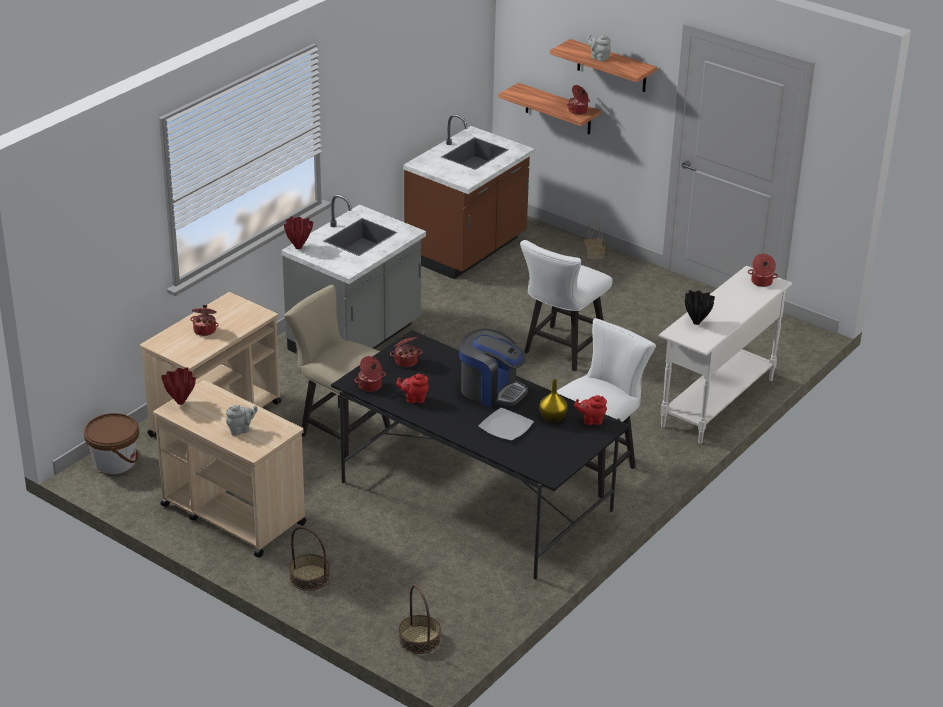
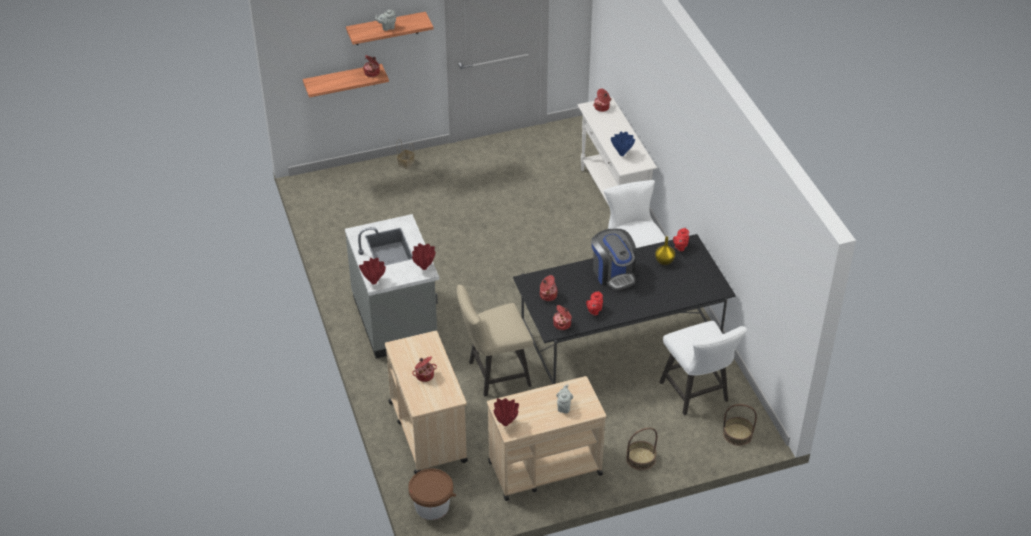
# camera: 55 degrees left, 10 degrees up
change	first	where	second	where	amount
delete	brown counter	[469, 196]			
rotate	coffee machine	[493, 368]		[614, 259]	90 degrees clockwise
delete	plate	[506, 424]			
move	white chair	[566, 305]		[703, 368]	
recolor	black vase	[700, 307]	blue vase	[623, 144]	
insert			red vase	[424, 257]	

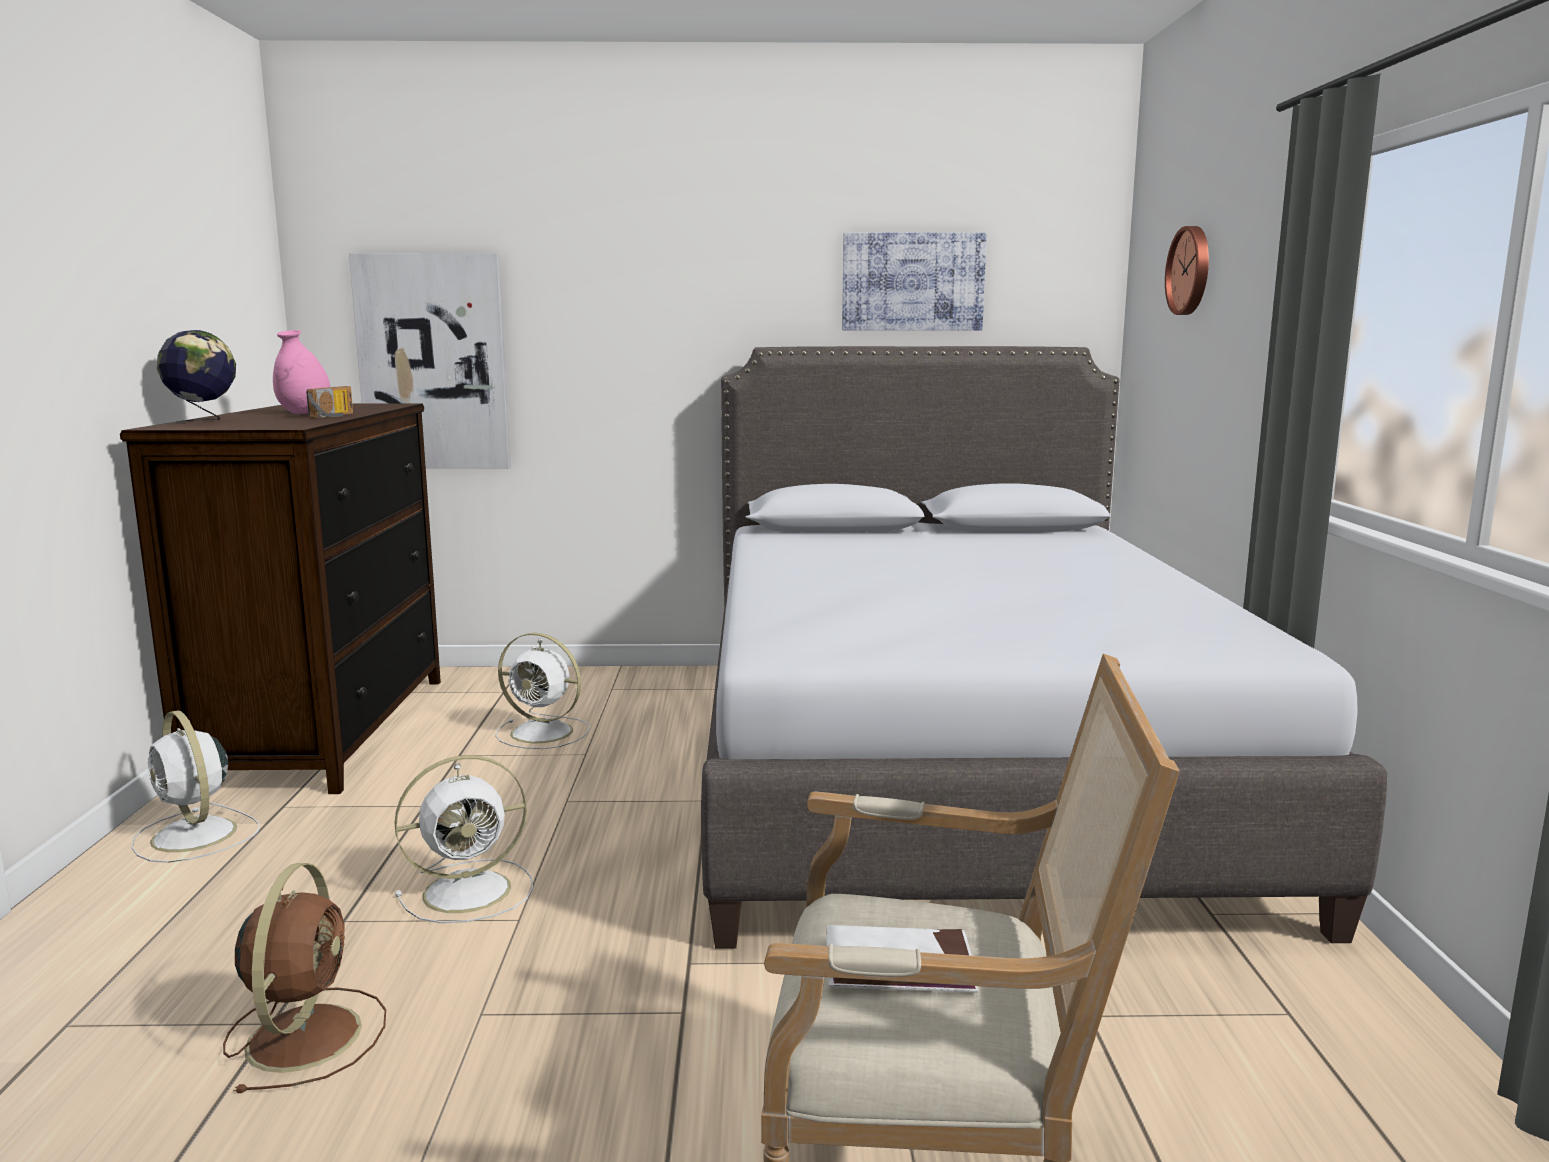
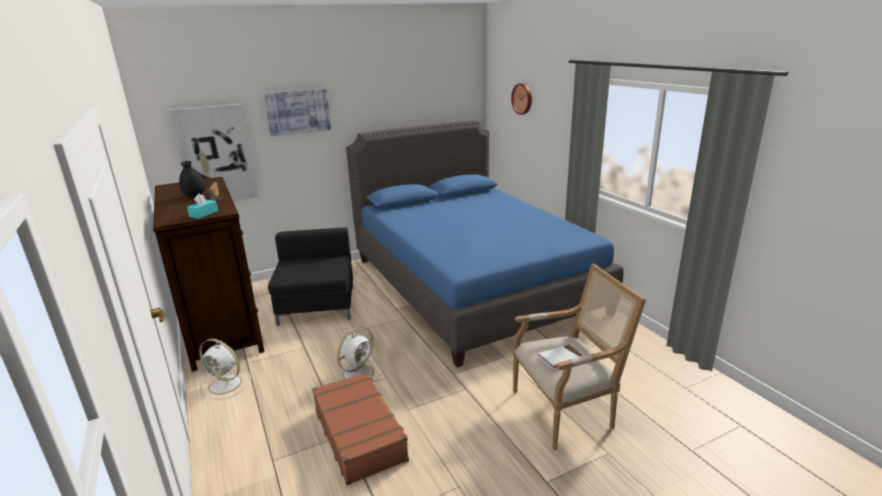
# camera: 25 degrees left, 10 degrees up
change	first	where	second	where	amount
delete	globe	[196, 377]			
replace	brown fan	[304, 978]	brown suitcase	[360, 428]	
recolor	pink vase	[301, 372]	black vase	[192, 179]	
replace	white fan	[543, 691]	black armchair	[310, 277]	
recolor	grey bed	[1044, 647]	blue bed	[485, 243]	
move	picture	[914, 282]		[297, 112]	
insert			turquoise tissue box	[202, 206]	

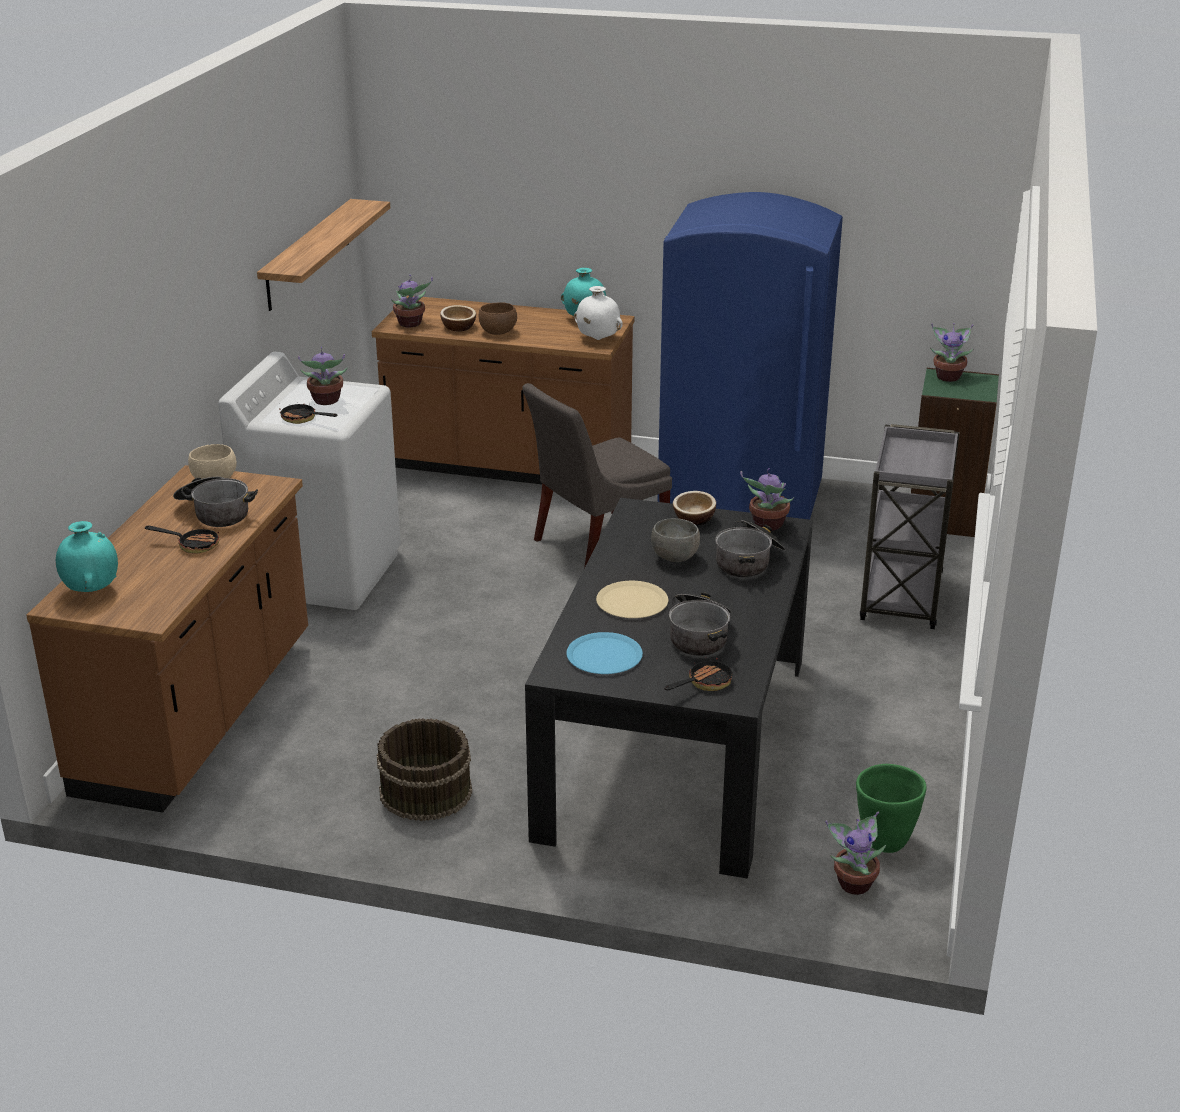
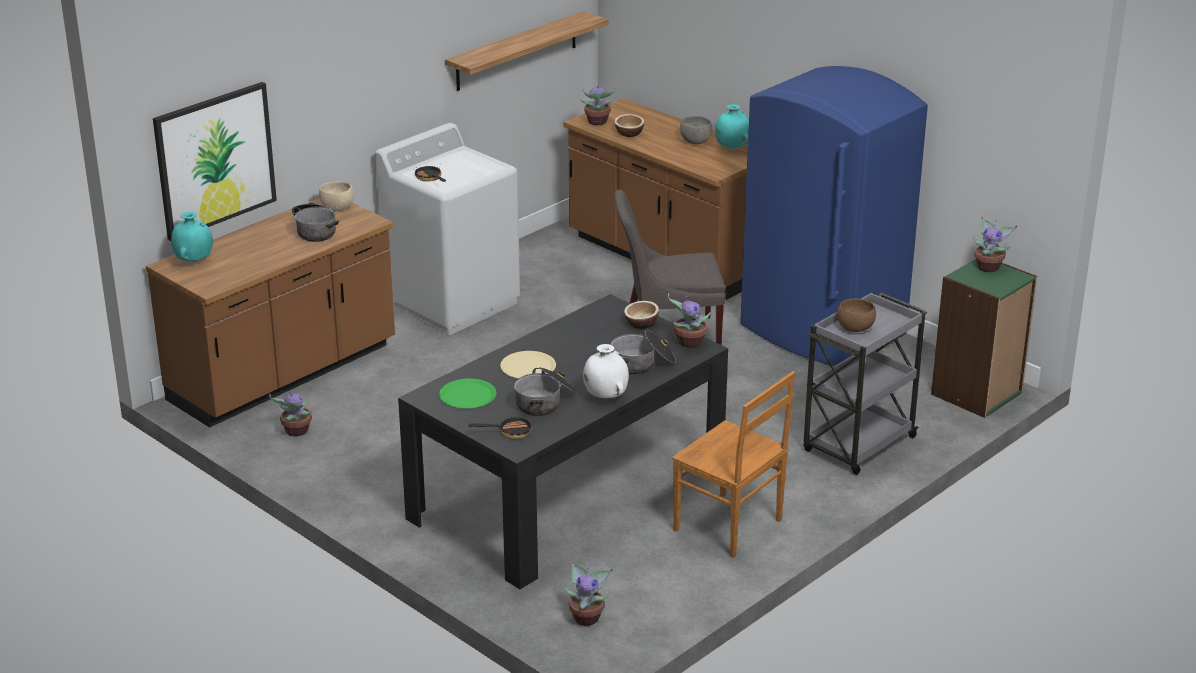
# camera: 30 degrees right, 0 degrees up
change	first	where	second	where	amount
delete	frying pan	[182, 539]			
move	potted plant	[323, 375]		[290, 413]	
delete	brown bucket	[424, 769]			
move	brown bowl	[498, 318]		[856, 315]	
recolor	blue plate	[604, 653]	green plate	[467, 394]	
move	white vase	[598, 313]		[606, 371]	
move	grey bowl	[675, 540]		[696, 130]	
delete	green planter	[891, 808]			
insert			picture	[215, 161]	
insert			brown chair	[733, 464]	

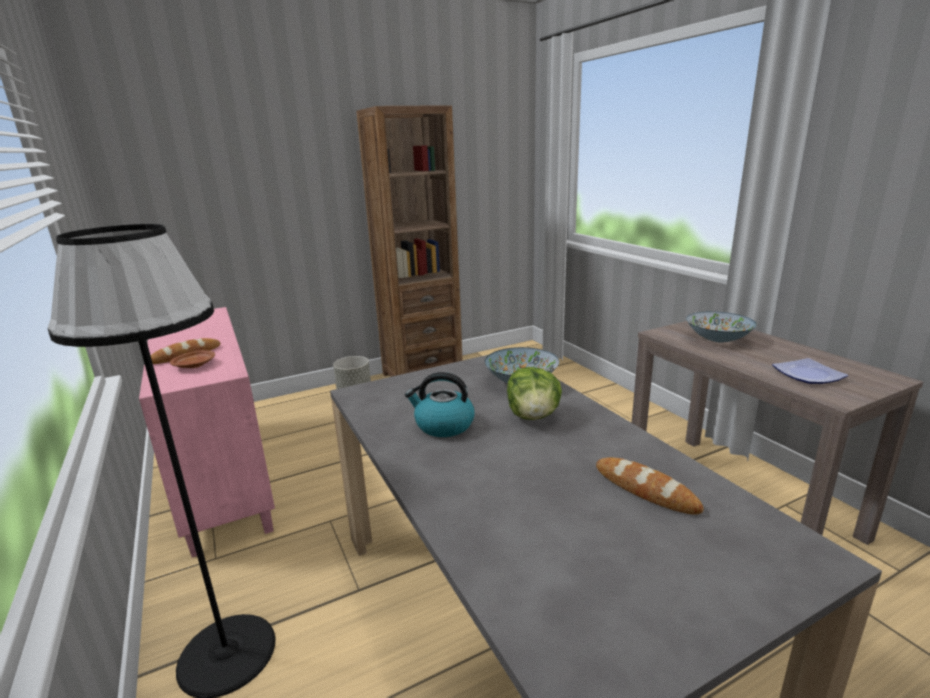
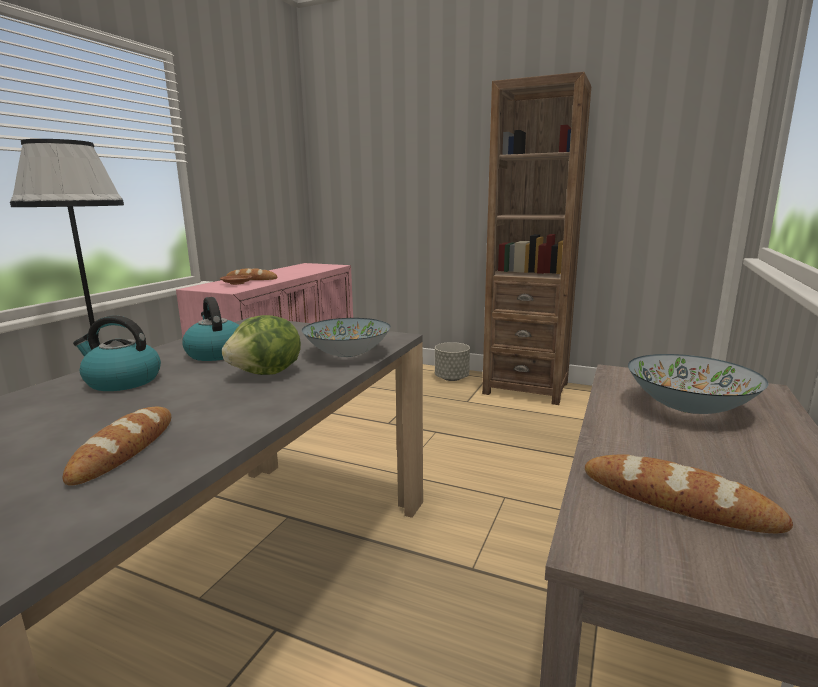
# camera: 50 degrees right, 5 degrees down
change	first	where	second	where	amount
replace	plate	[810, 371]	bread	[689, 493]	
insert			kettle	[117, 353]	

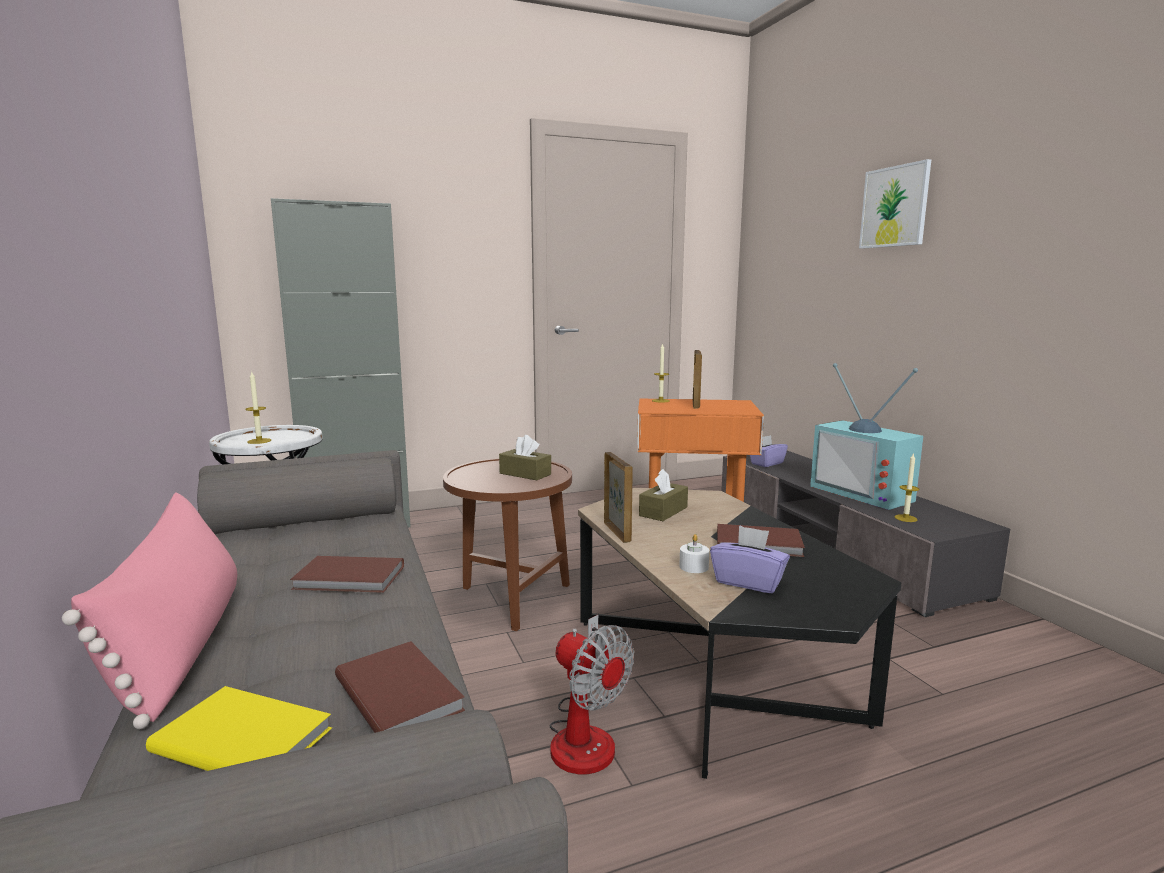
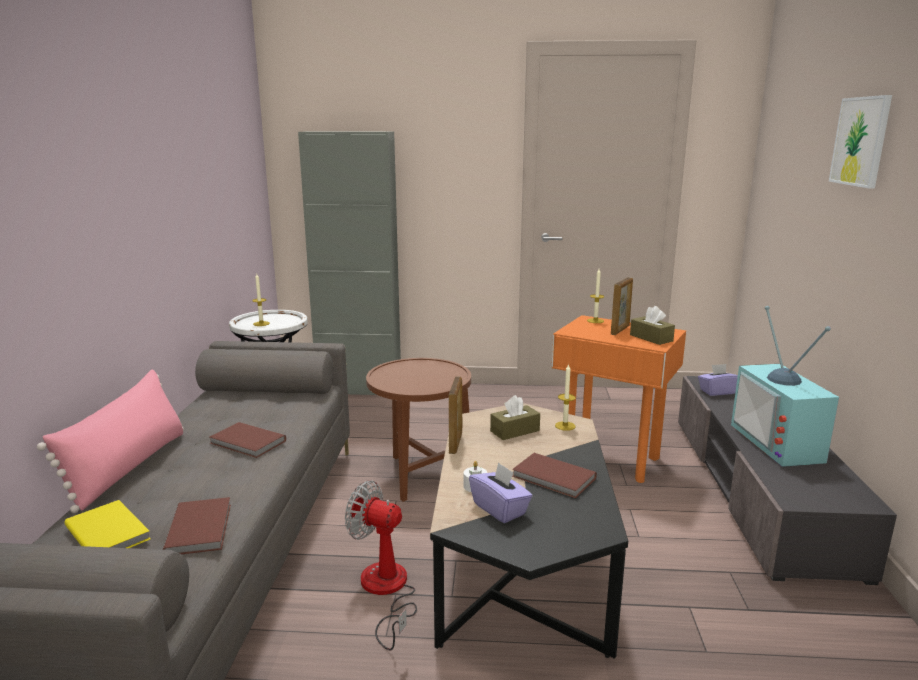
# camera: 25 degrees right, 5 degrees up
change	first	where	second	where	amount
move	brown tissue box	[525, 457]		[652, 325]	
rotate	fan	[592, 694]		[381, 565]	135 degrees clockwise
move	candle	[906, 487]		[565, 397]	

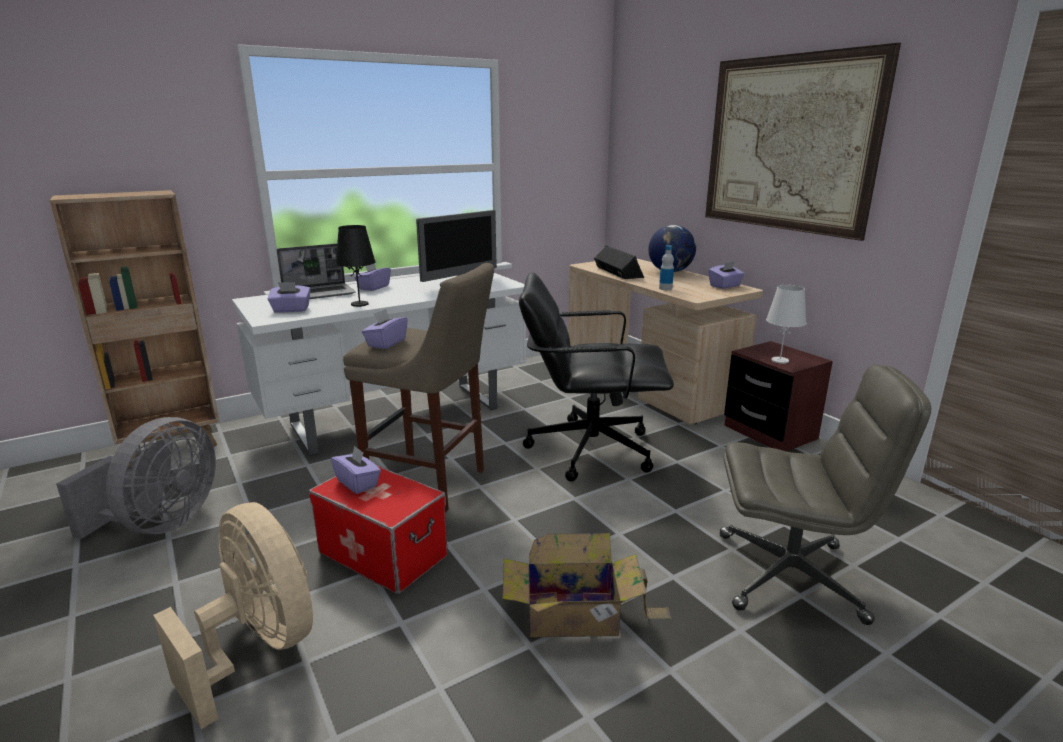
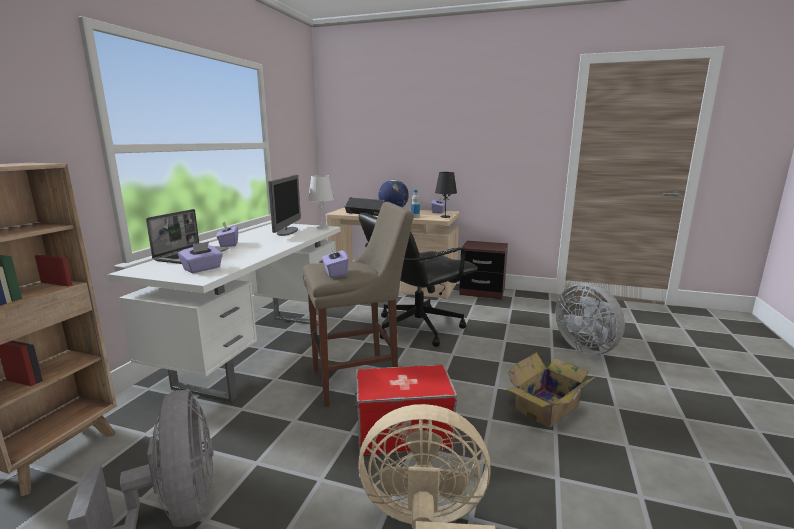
# camera: 40 degrees left, 5 degrees down
change	first	where	second	where	amount
delete	purple tissue box	[356, 469]			
move	black table lamp	[355, 266]		[446, 195]	
delete	picture	[803, 142]			
replace	grey office chair	[825, 495]	grey fan	[590, 319]	
move	white table lamp	[786, 324]		[321, 202]	

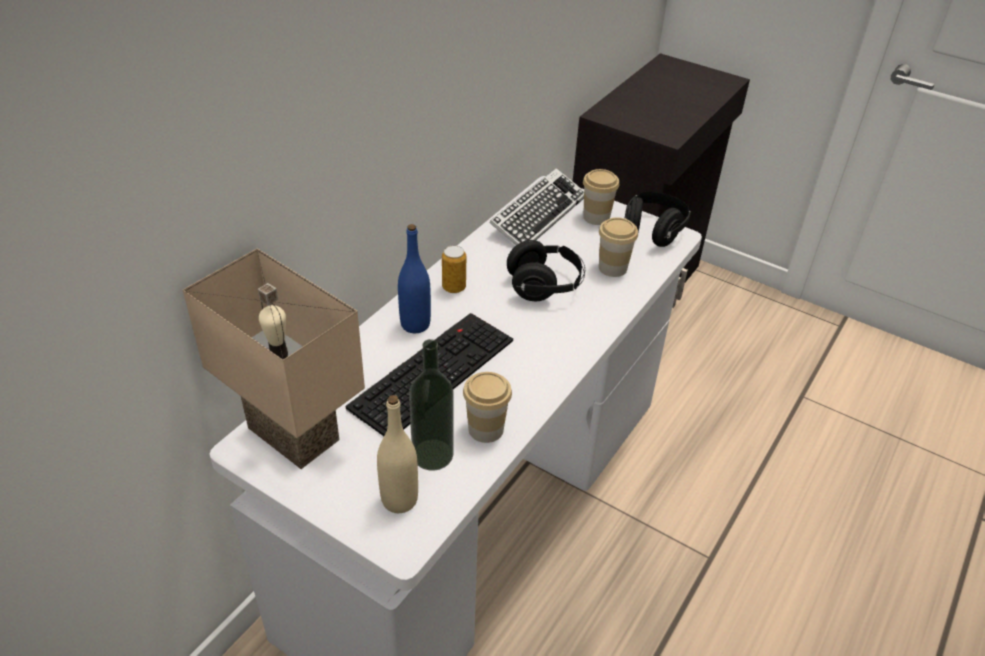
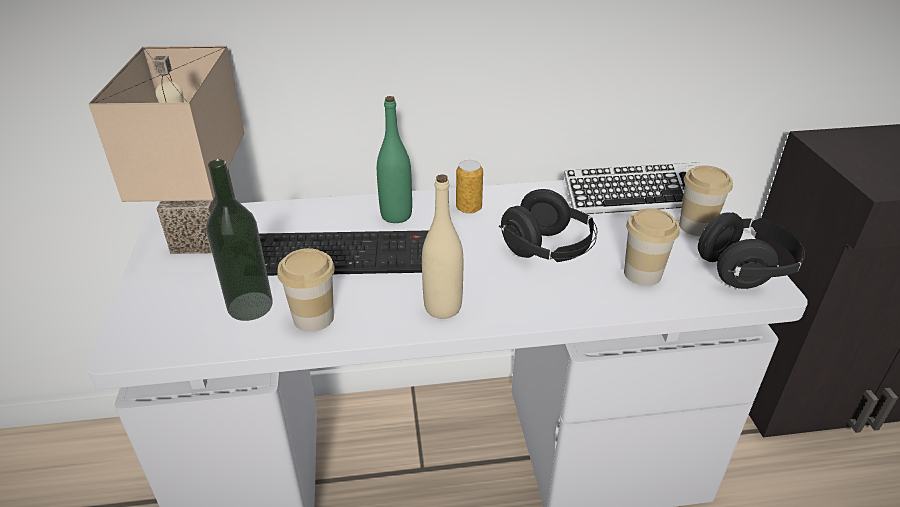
# camera: 50 degrees right, 5 degrees down
change	first	where	second	where	amount
move	beige bottle	[397, 454]		[442, 246]	
recolor	blue bottle	[414, 278]	green bottle	[394, 159]	

